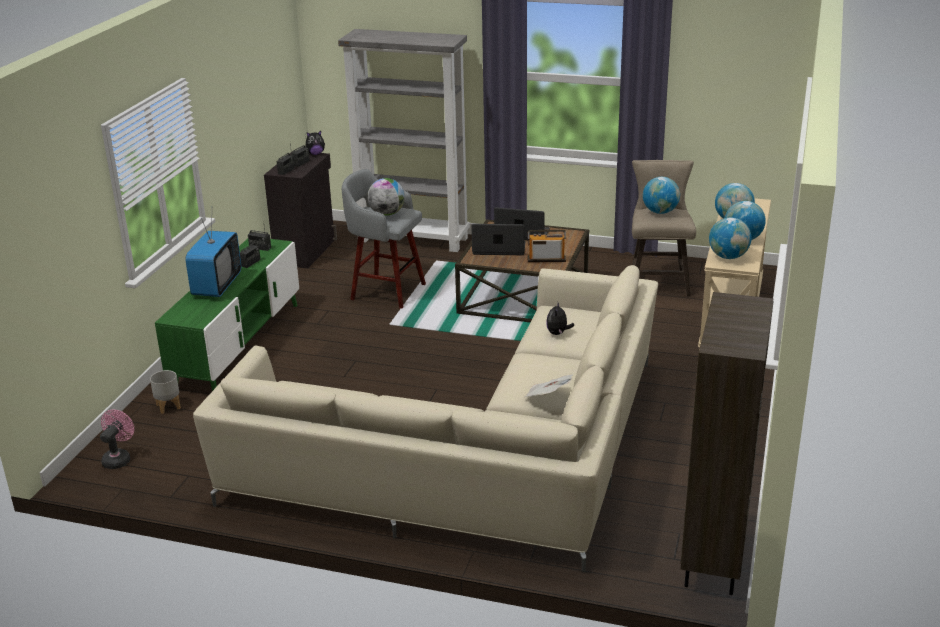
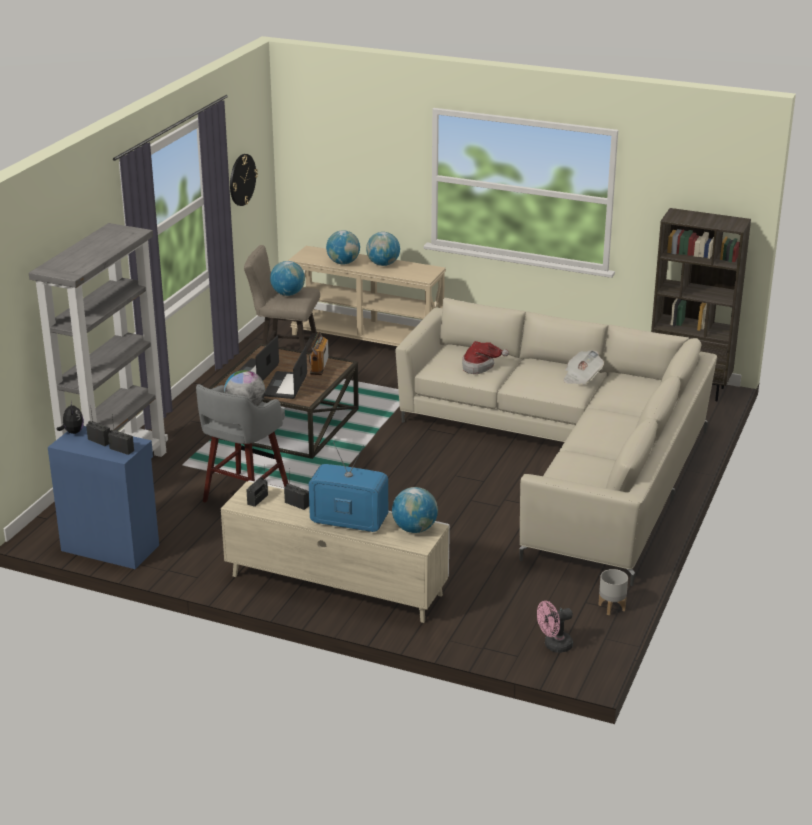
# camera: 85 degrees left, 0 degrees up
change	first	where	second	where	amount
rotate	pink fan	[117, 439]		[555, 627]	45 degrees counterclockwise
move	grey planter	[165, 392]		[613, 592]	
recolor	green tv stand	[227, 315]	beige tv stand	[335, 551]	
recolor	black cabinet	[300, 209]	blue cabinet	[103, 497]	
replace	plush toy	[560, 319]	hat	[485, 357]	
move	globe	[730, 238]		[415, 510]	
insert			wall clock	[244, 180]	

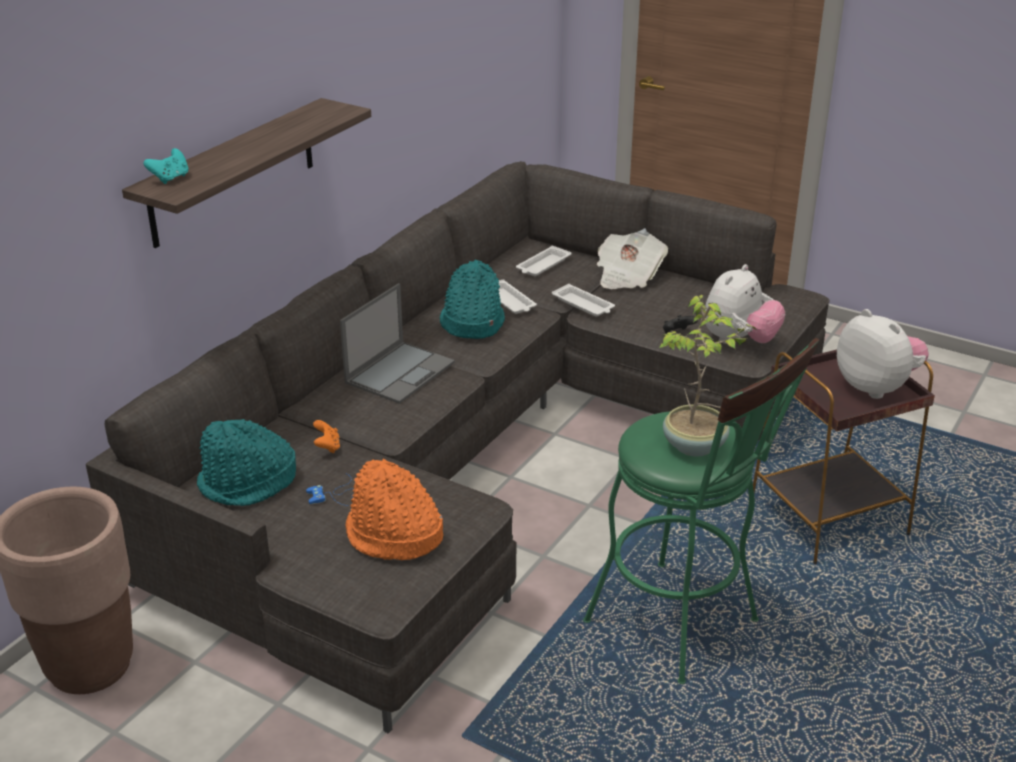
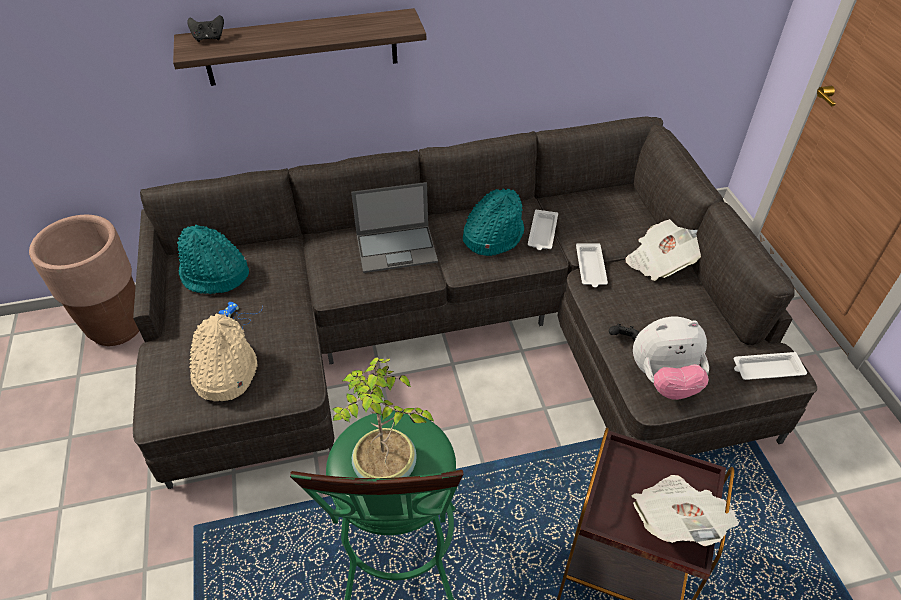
# camera: 45 degrees right, 15 degrees up
change	first	where	second	where	amount
recolor	turquoise game controller	[166, 166]	black game controller	[205, 28]	
delete	orange game controller	[326, 436]			
recolor	orange hat	[394, 509]	beige hat	[223, 357]	
move	white tray	[544, 261]		[770, 366]	
replace	plush toy	[883, 354]	newspaper	[685, 510]	

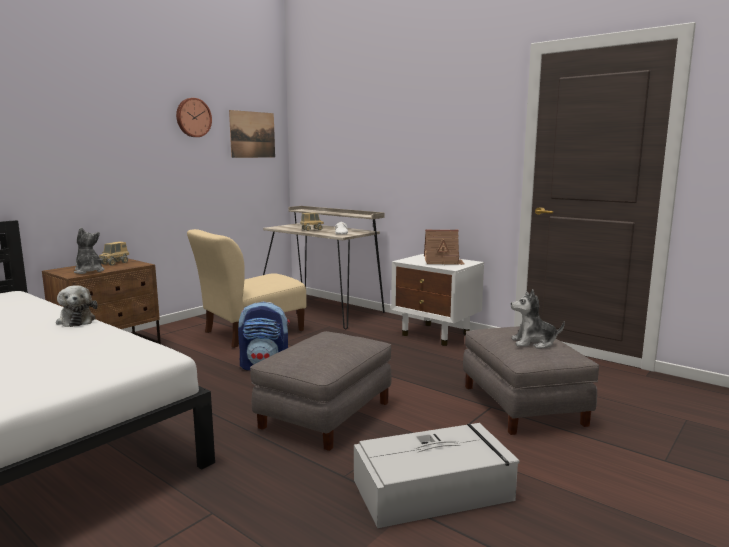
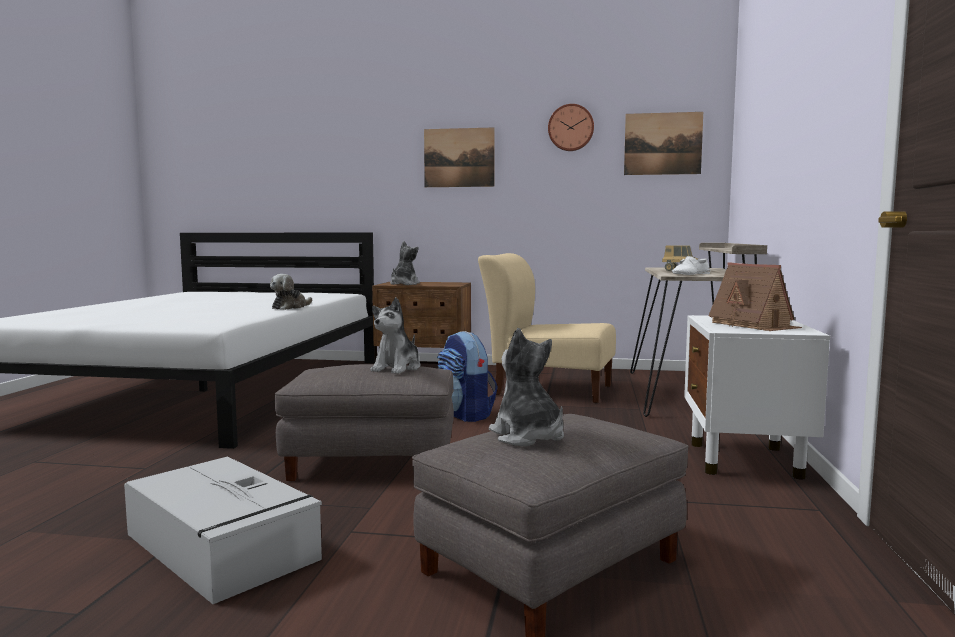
# camera: 60 degrees right, 5 degrees down
change	first	where	second	where	amount
delete	toy truck	[114, 254]			
insert			plush toy	[396, 335]	
insert			picture	[459, 157]	

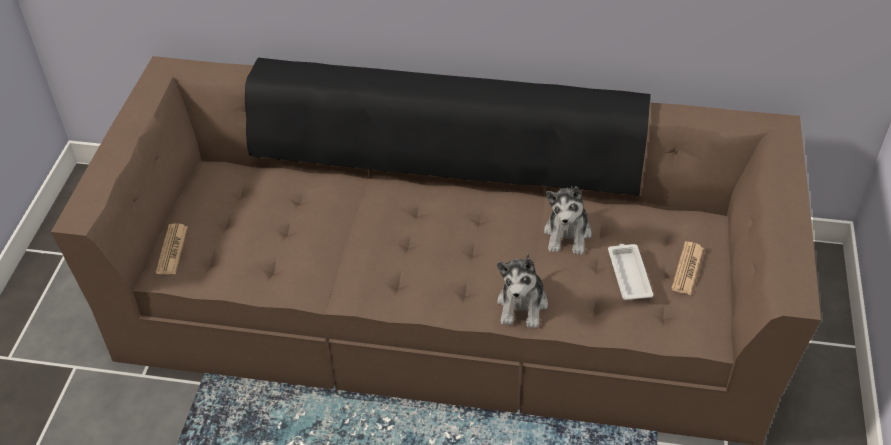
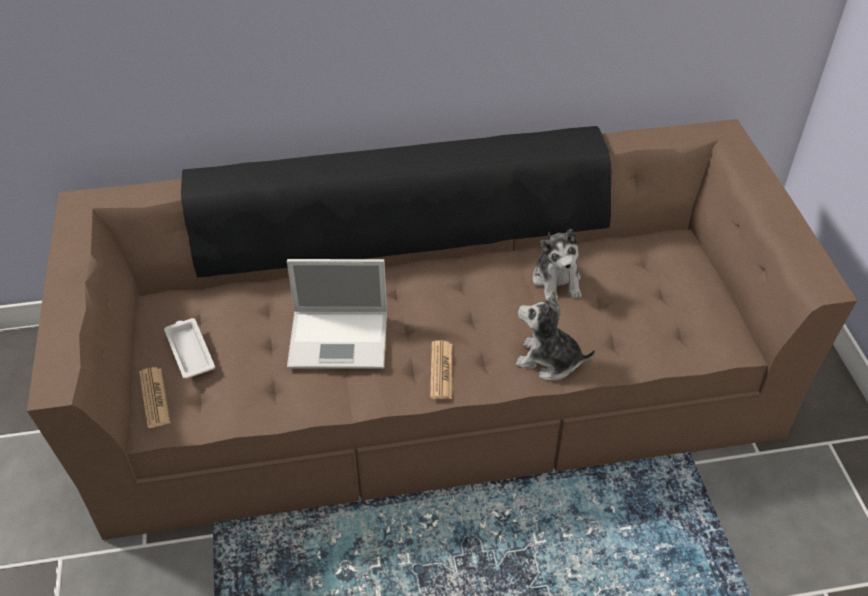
# camera: 20 degrees left, 0 degrees up
change	first	where	second	where	amount
rotate	plush toy	[522, 291]		[555, 335]	120 degrees clockwise
move	white tray	[630, 272]		[189, 348]	
move	newspaper	[687, 268]		[441, 370]	
insert			laptop	[337, 314]	

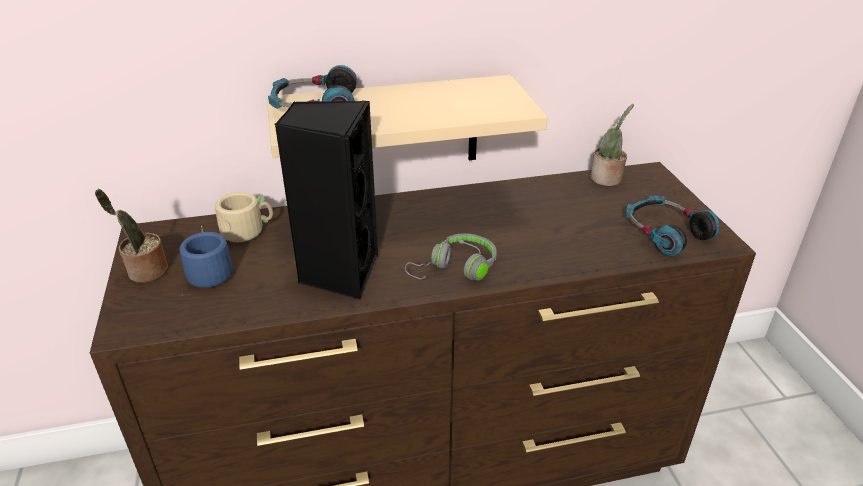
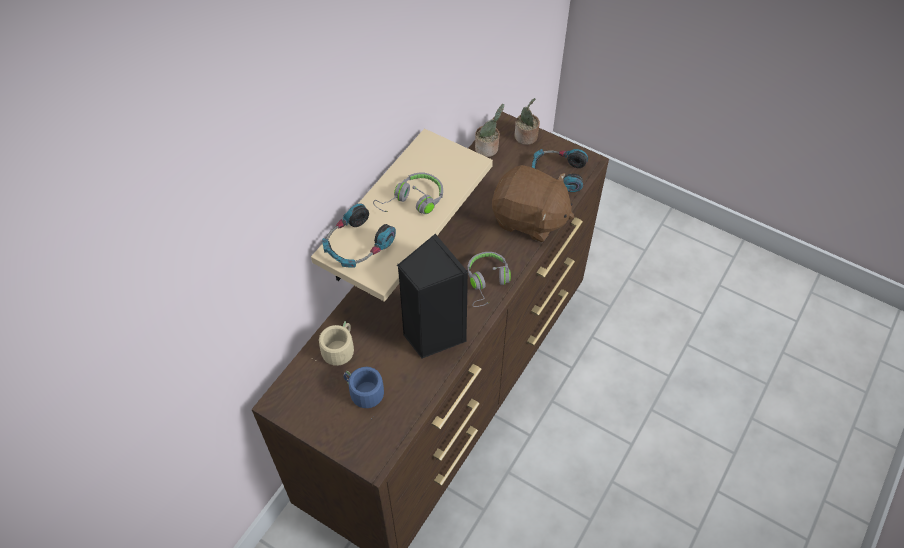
# camera: 45 degrees left, 20 degrees up
change	first	where	second	where	amount
move	potted plant	[131, 236]		[527, 121]	
insert			grey headphones	[408, 193]	
insert			brown plush toy	[533, 203]	

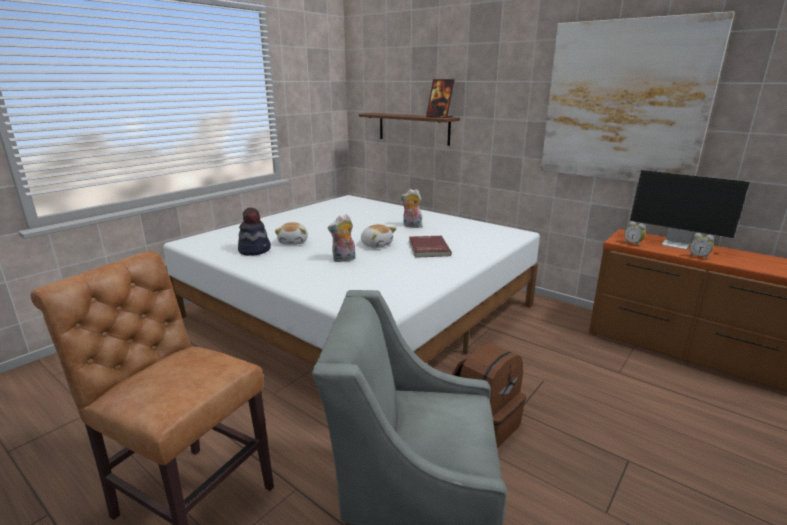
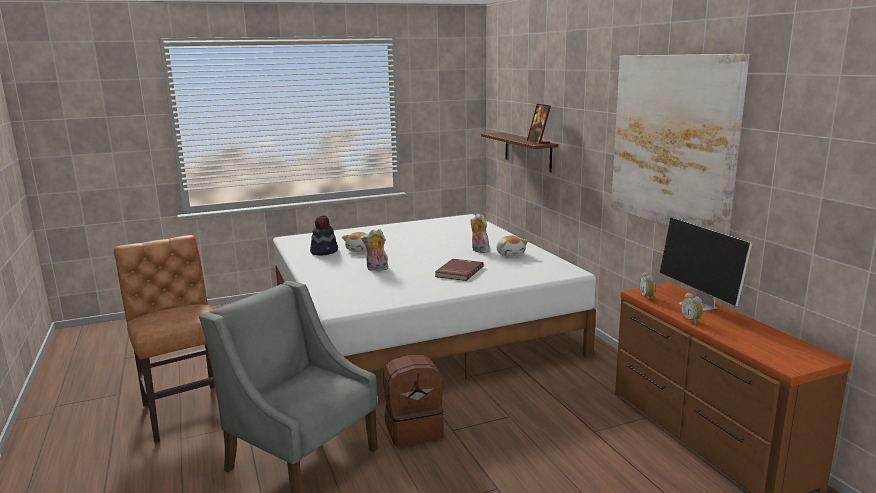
# camera: 30 degrees right, 5 degrees down
change	first	where	second	where	amount
move	plush toy	[379, 236]		[512, 246]	

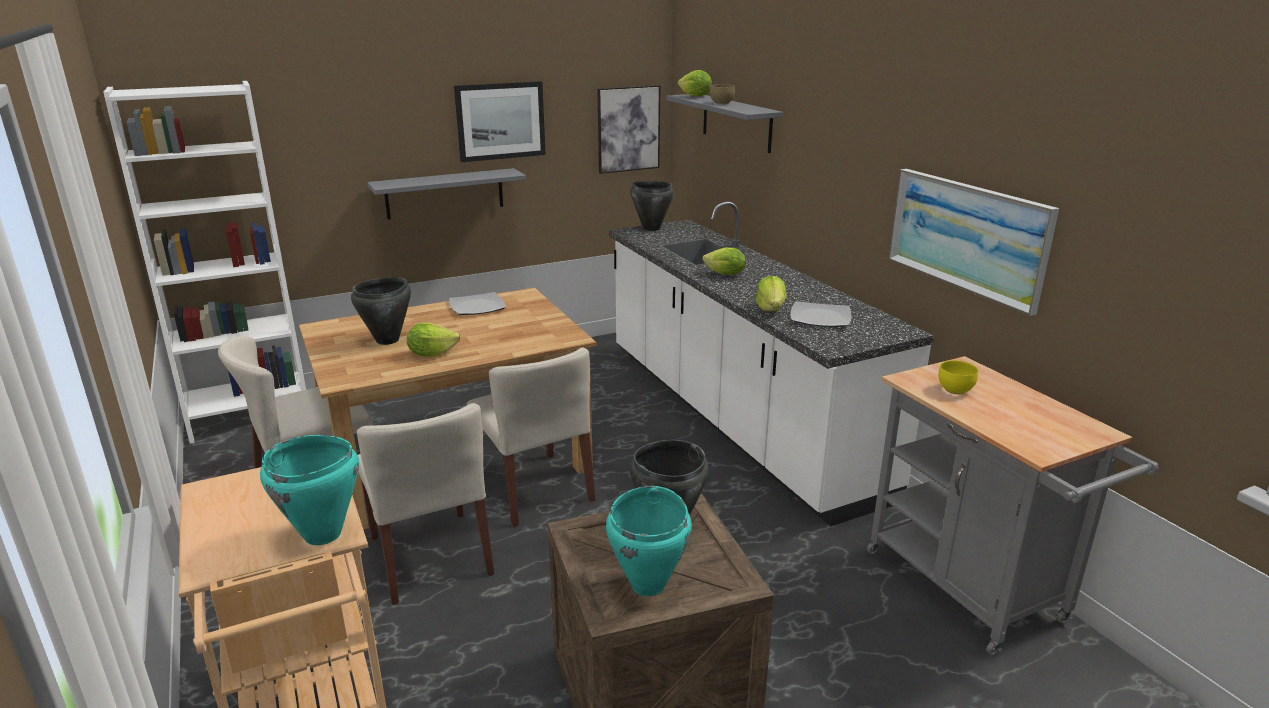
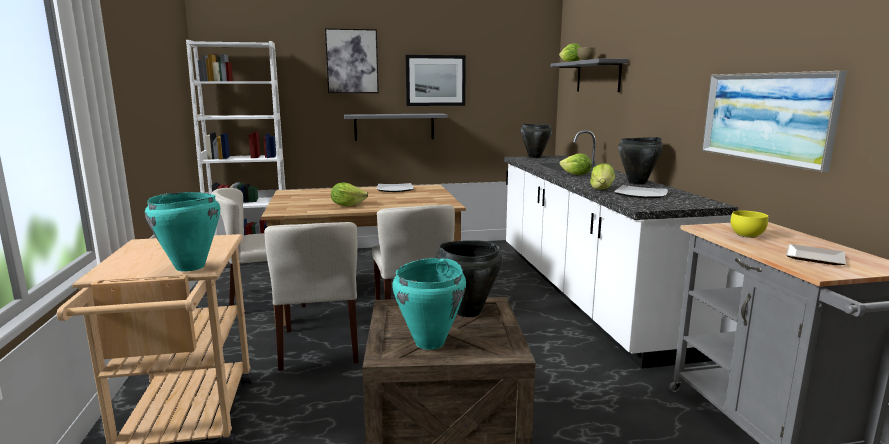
# camera: 15 degrees right, 10 degrees down
change	first	where	second	where	amount
move	black cooking pot	[381, 311]		[640, 161]	
move	picture	[628, 129]		[352, 60]	
insert			plate	[816, 254]	

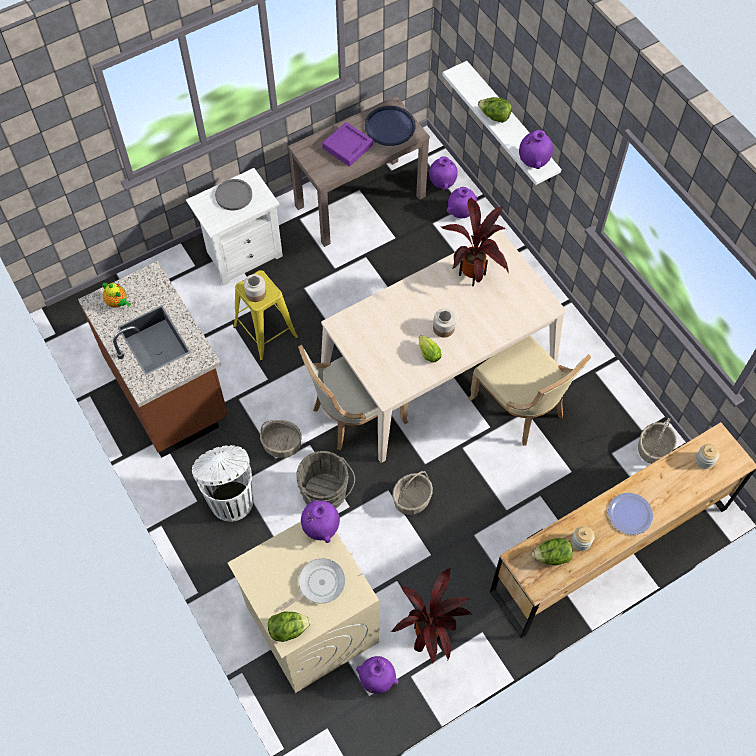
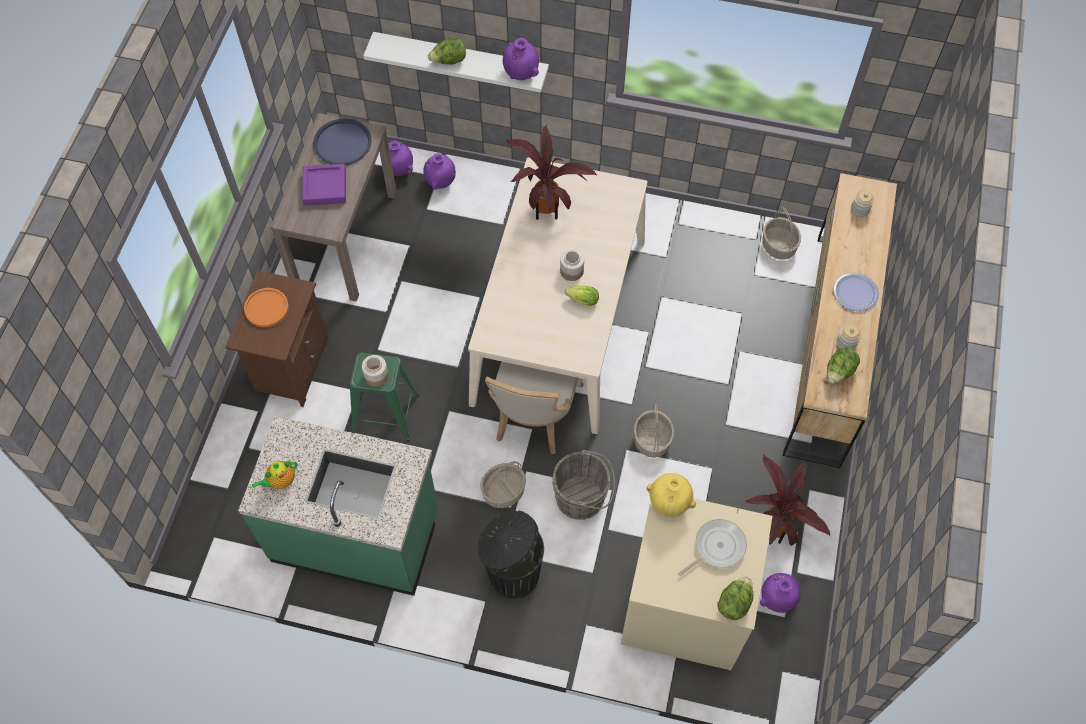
# camera: 45 degrees left, 0 degrees up
change	first	where	second	where	amount
recolor	brown counter	[153, 359]	green counter	[338, 506]	
rotate	teapot	[116, 295]		[274, 475]	150 degrees clockwise
recolor	white nightstand	[234, 227]	brown nightstand	[277, 338]	
recolor	white trash can	[222, 483]	black trash can	[511, 554]	
recolor	grey plate	[233, 194]	orange plate	[266, 307]	
recolor	yellow stool	[265, 315]	green stool	[384, 396]	
rotate	frying pan	[312, 584]		[712, 547]	45 degrees clockwise
recolor	purple vase	[320, 521]	yellow vase	[671, 495]	
delete	beige chair	[530, 391]			

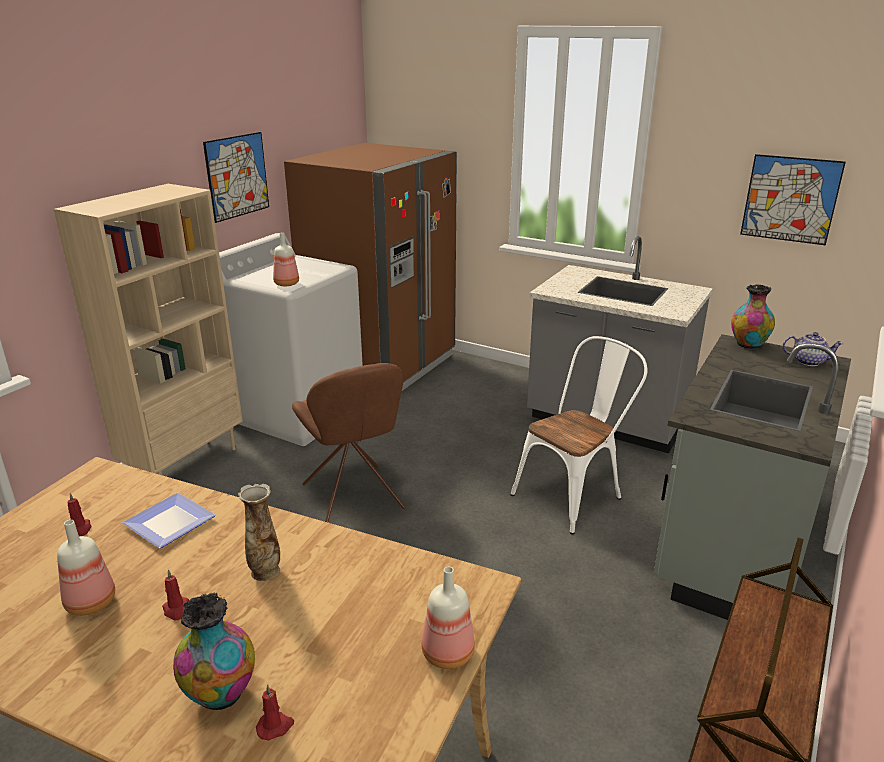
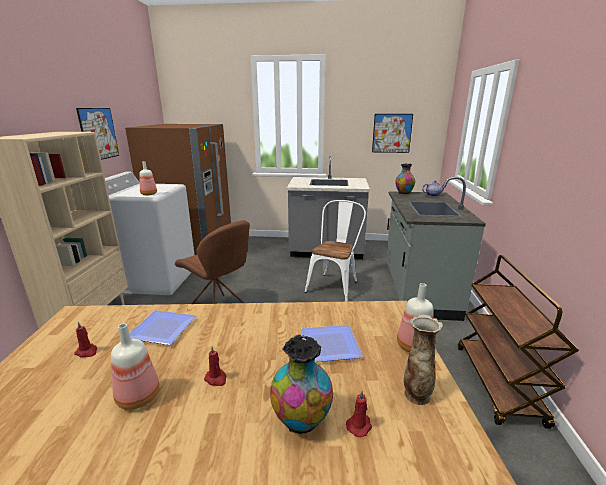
# camera: 25 degrees left, 5 degrees down
change	first	where	second	where	amount
move	vase	[259, 532]		[423, 360]	
insert			plate	[332, 343]	

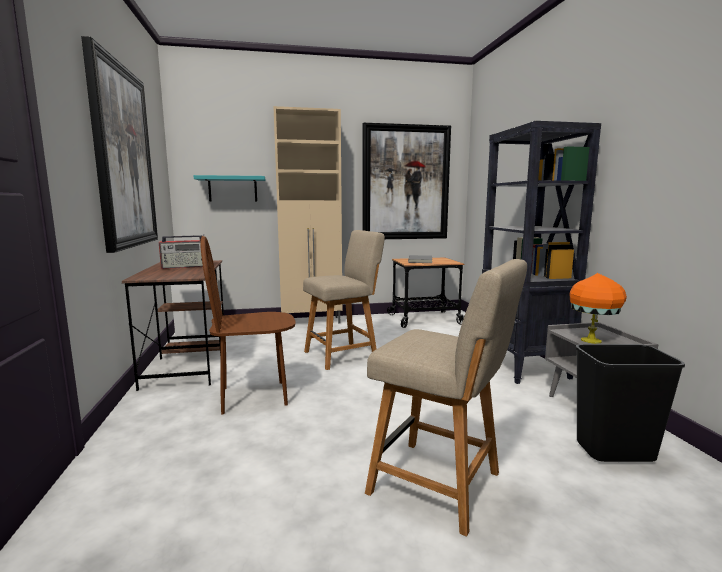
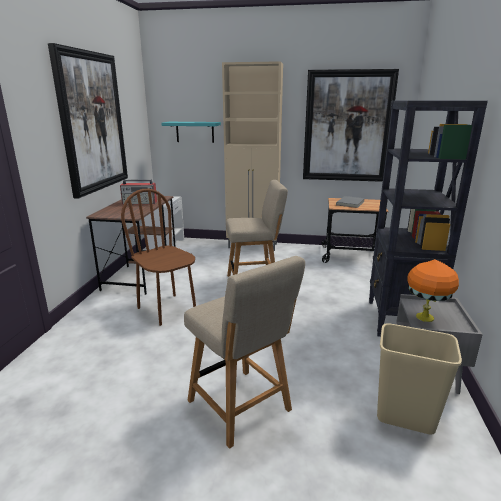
# camera: 20 degrees right, 10 degrees up
change	first	where	second	where	amount
rotate	brown chair	[247, 325]		[158, 257]	45 degrees clockwise
recolor	black trash can	[630, 403]	beige trash can	[419, 379]	

